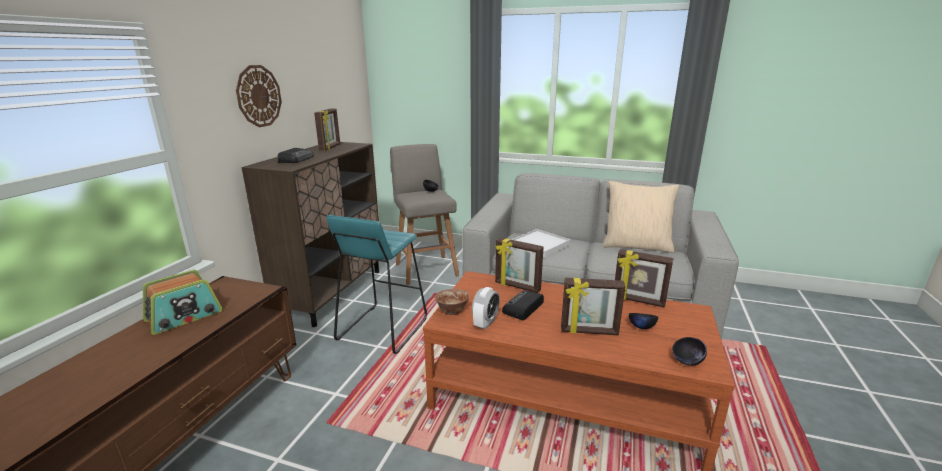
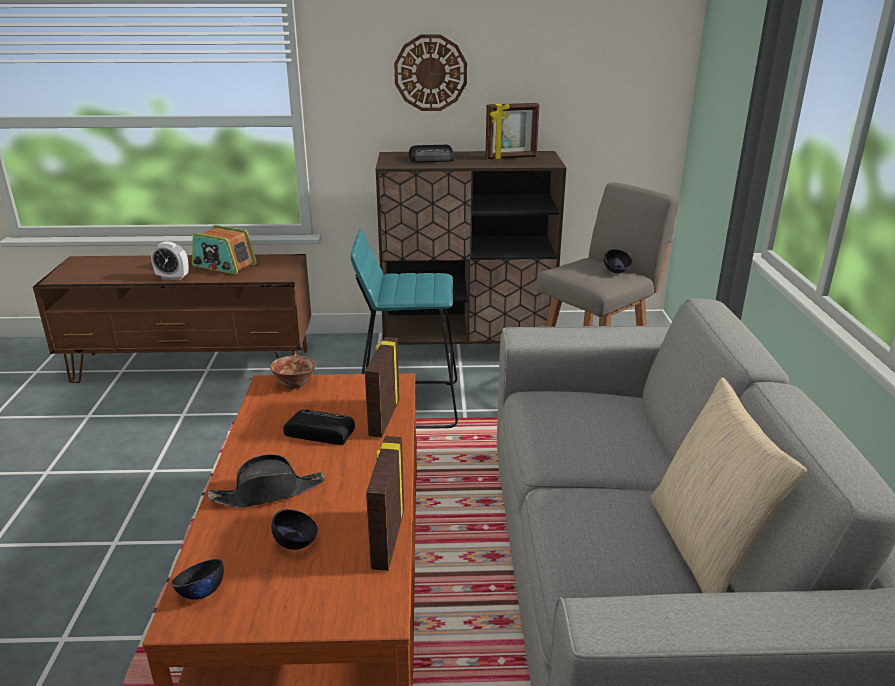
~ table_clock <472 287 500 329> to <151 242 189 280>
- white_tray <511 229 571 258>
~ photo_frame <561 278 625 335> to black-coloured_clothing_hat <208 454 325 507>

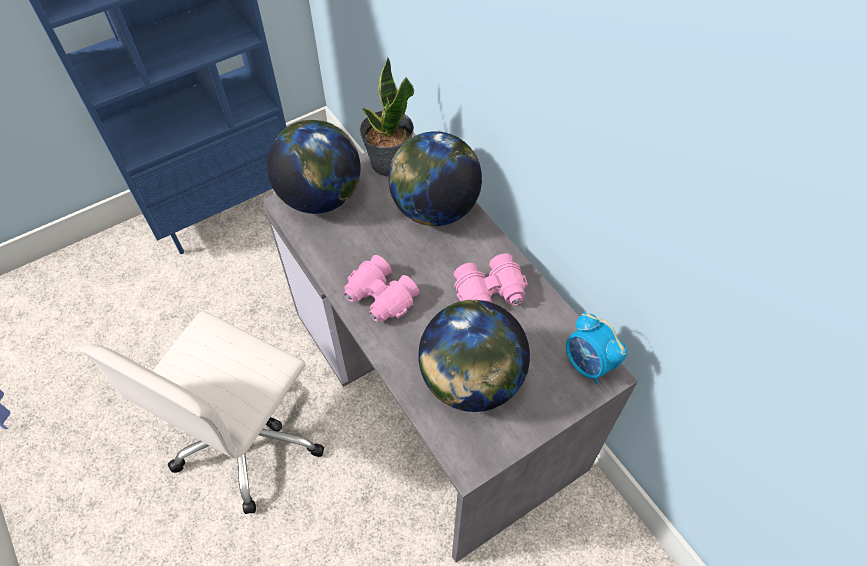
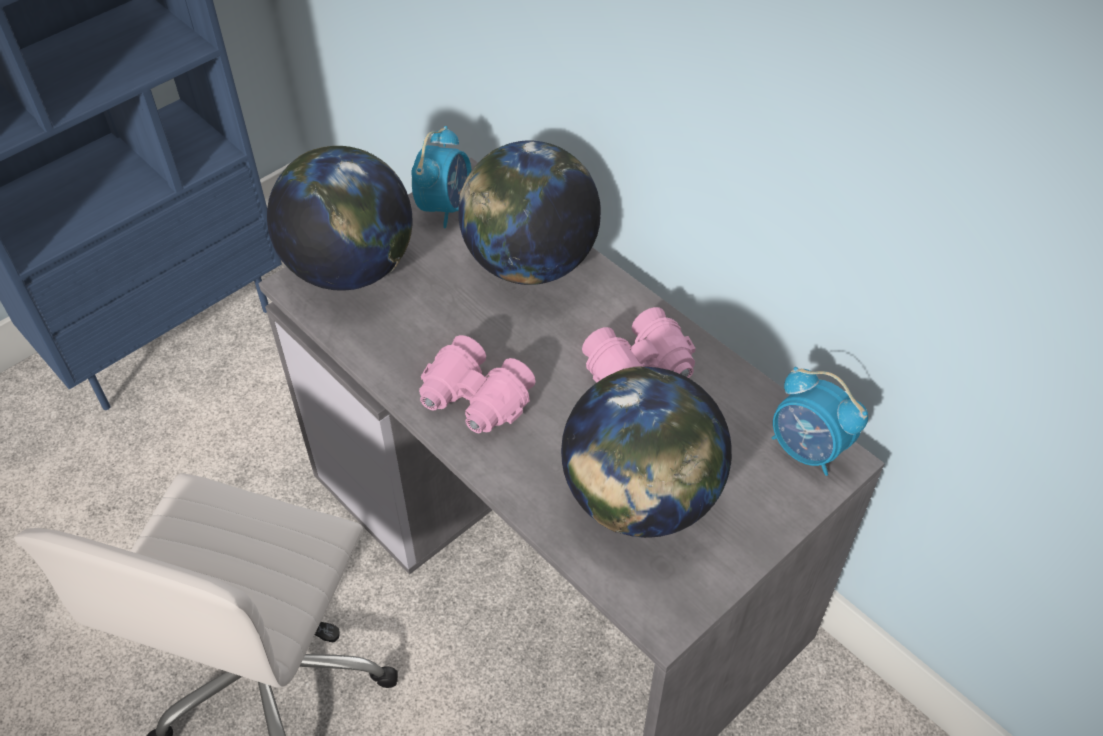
~ potted_plant <359 57 414 176> to table_clock <411 126 472 228>

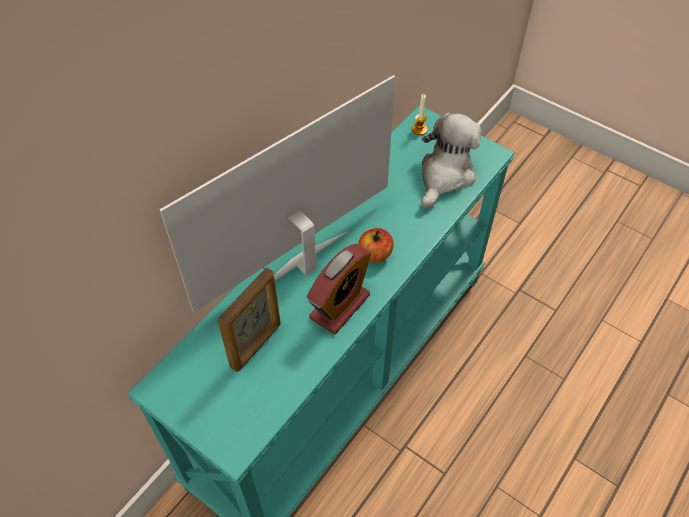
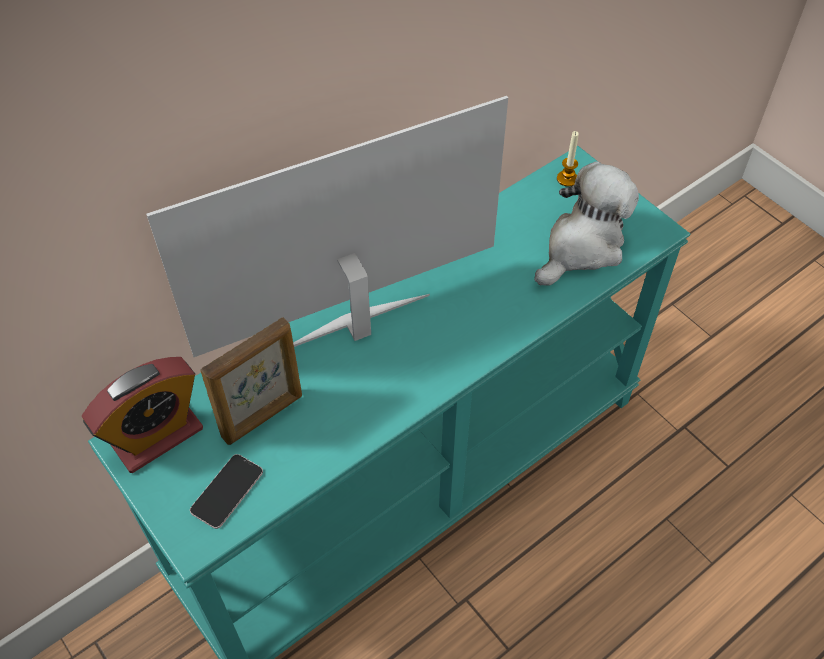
~ table_clock <307 244 371 334> to <82 357 203 473>
- whole_apple <358 228 394 263>
+ handset <190 454 263 529>

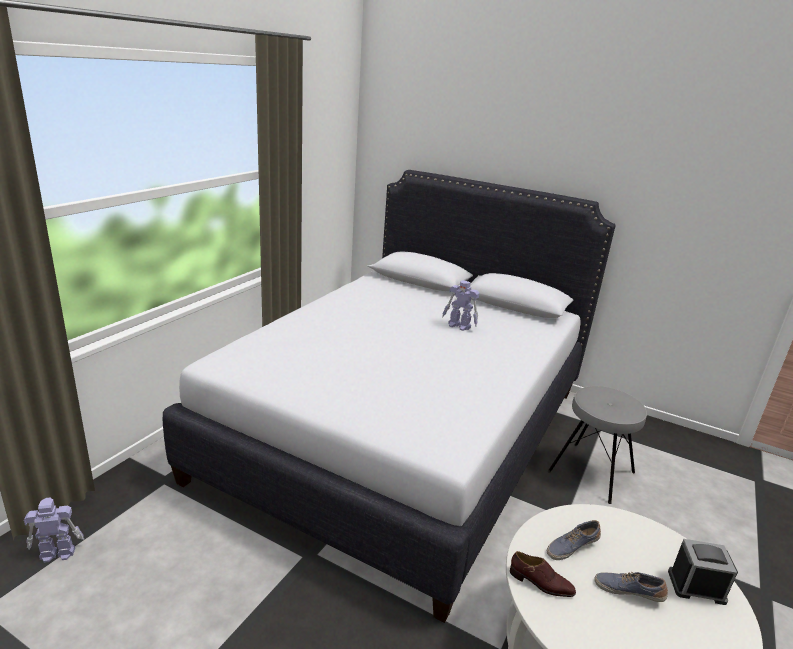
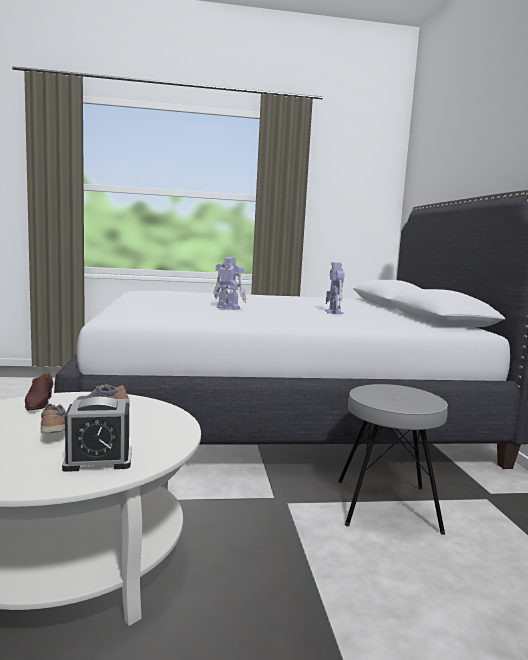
~ toy_robot <24 498 84 563> to <214 257 246 310>
~ table_clock <668 539 738 605> = <62 397 132 472> 105 degrees clockwise

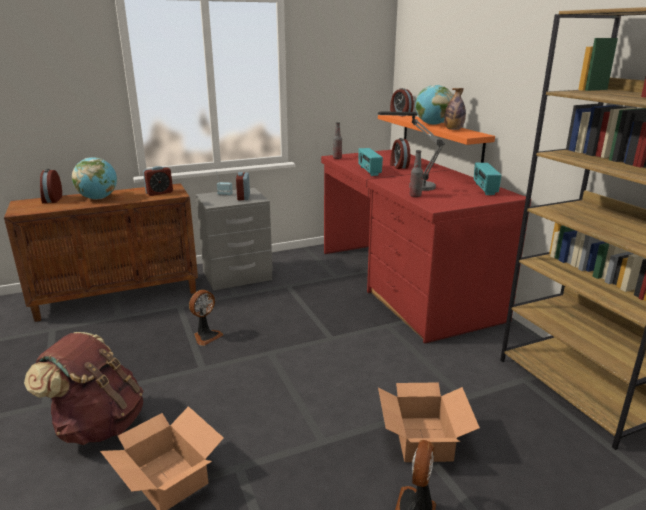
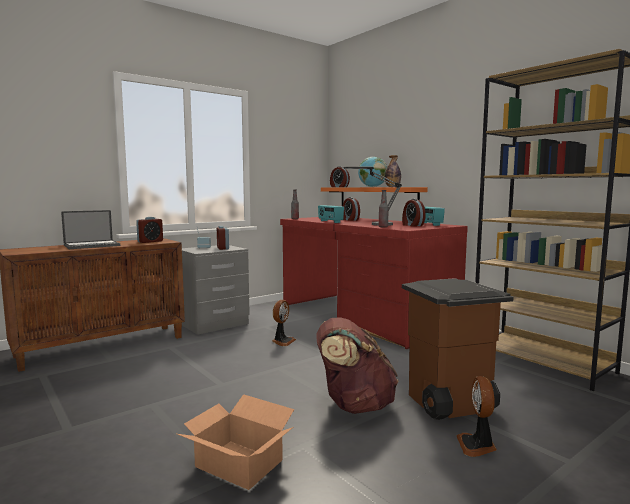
~ brownish_backpack <24 332 143 445> to <316 317 399 414>
~ table_clock <40 169 62 203> to <402 199 425 227>
~ world_globe <72 157 117 200> to laptop <61 210 120 249>
~ fan <189 290 223 346> to <272 300 296 346>
~ cardboard_box <378 382 480 462> to brownish_trash_can <402 278 514 420>

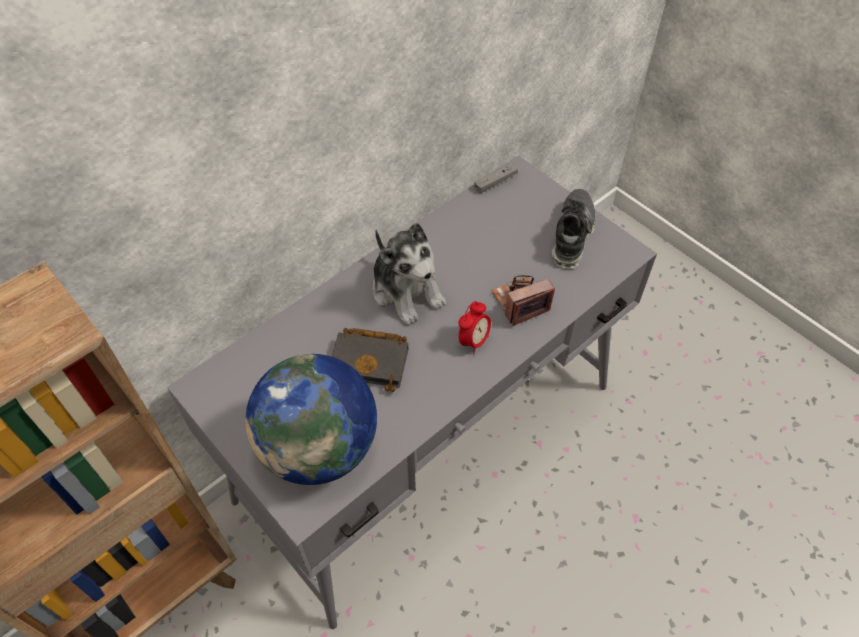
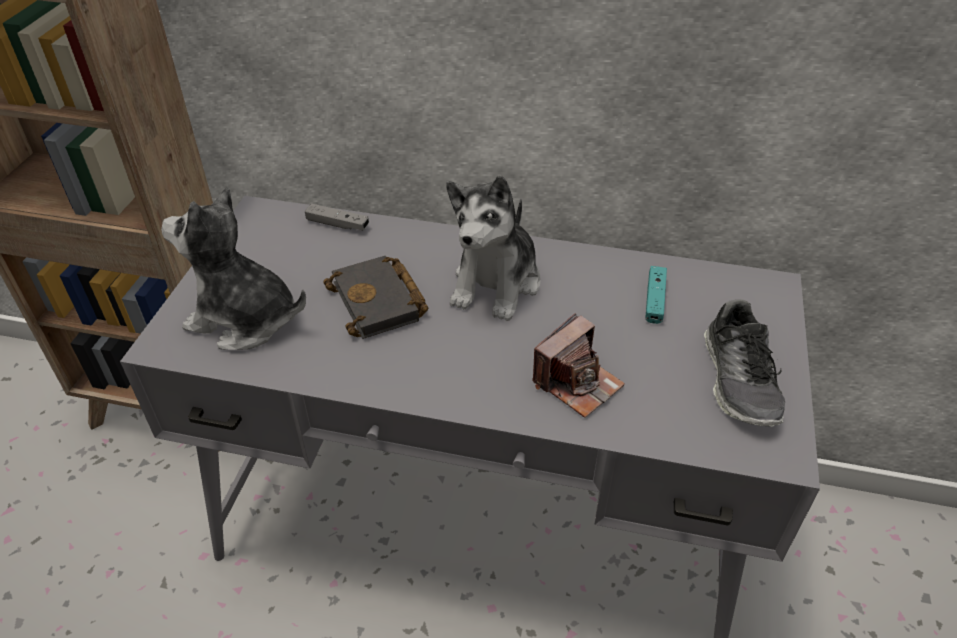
~ world_globe <246 354 377 485> to cuddly_toy <161 187 306 350>
- table_clock <458 301 491 354>
~ grey_joypad <474 163 518 193> to <305 204 369 231>
~ still_camera <492 275 555 326> = <532 313 625 418> 105 degrees clockwise
~ item_of_footwear <552 189 595 269> = <704 299 785 427> 105 degrees clockwise
+ turquoise-coloured_joypad <645 266 667 324>

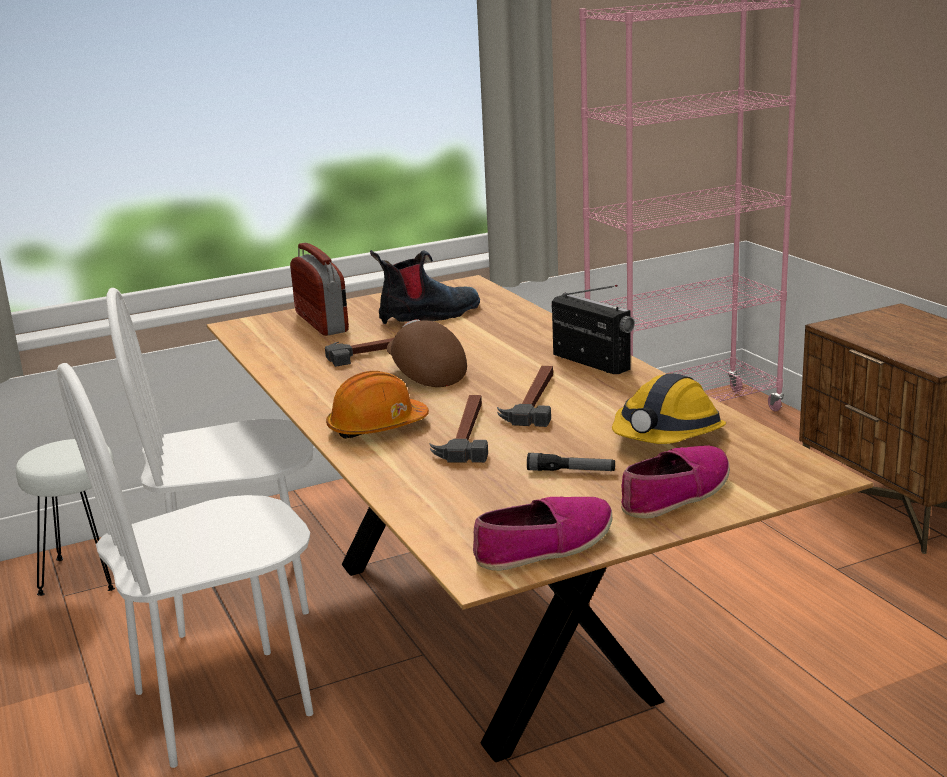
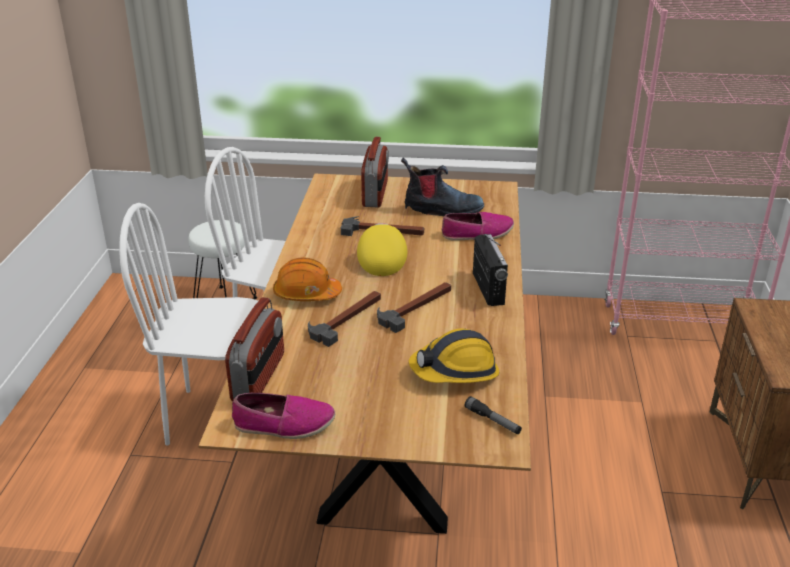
~ brownish_baseball_cap <387 319 467 387> to yellow_baseball_cap <357 223 407 276>
~ torch <527 453 615 471> to <465 396 522 434>
~ item_of_footwear <621 446 730 519> to <442 212 514 241>
+ radio_set <225 297 284 401>

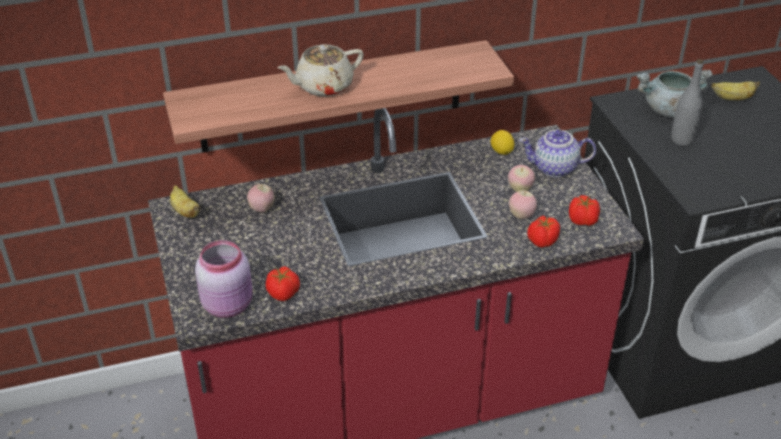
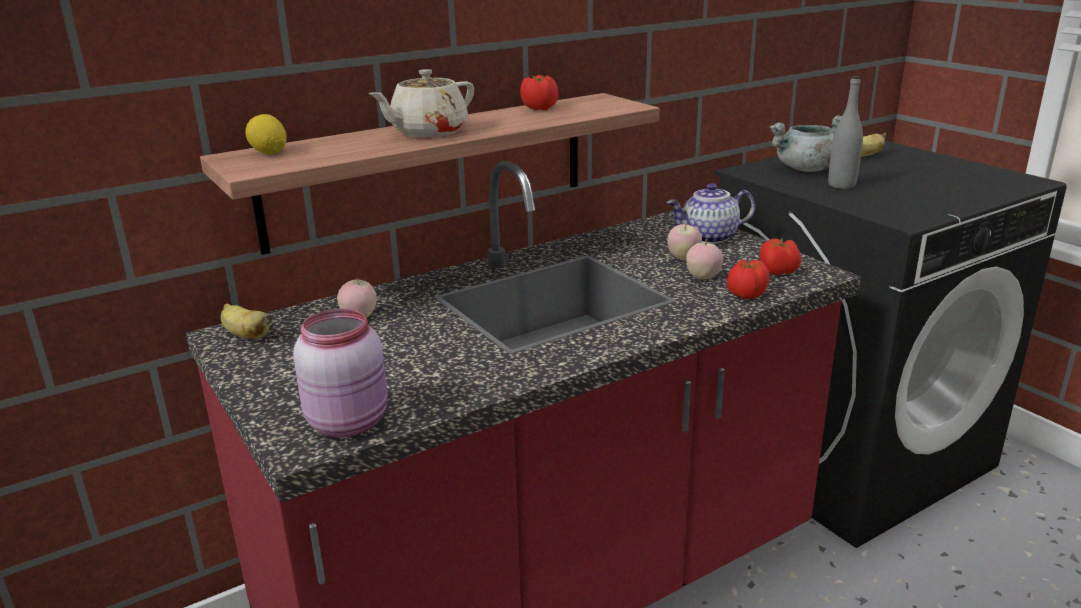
~ fresh_tomato <266 266 300 301> to <520 75 558 111>
~ whole_lemon <491 130 514 155> to <245 114 287 154>

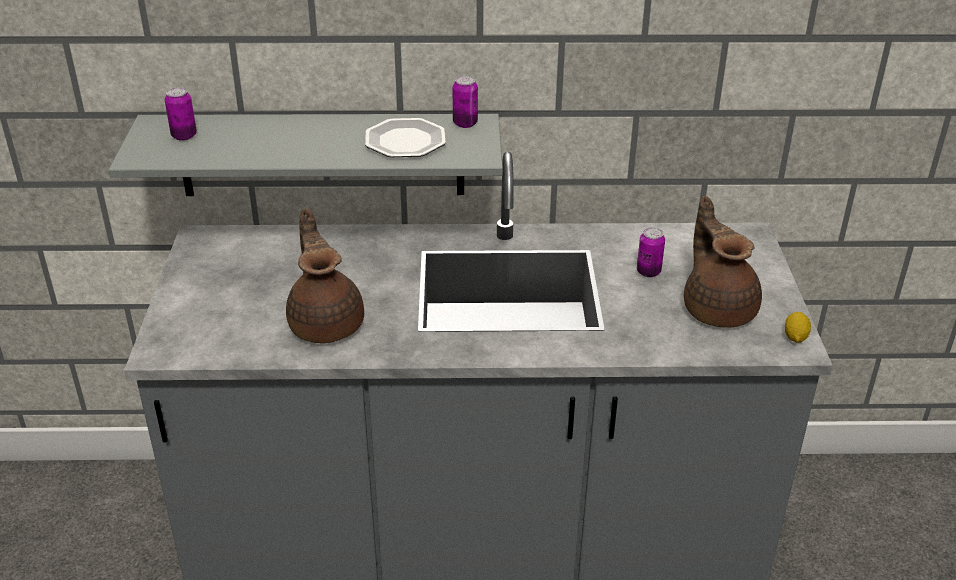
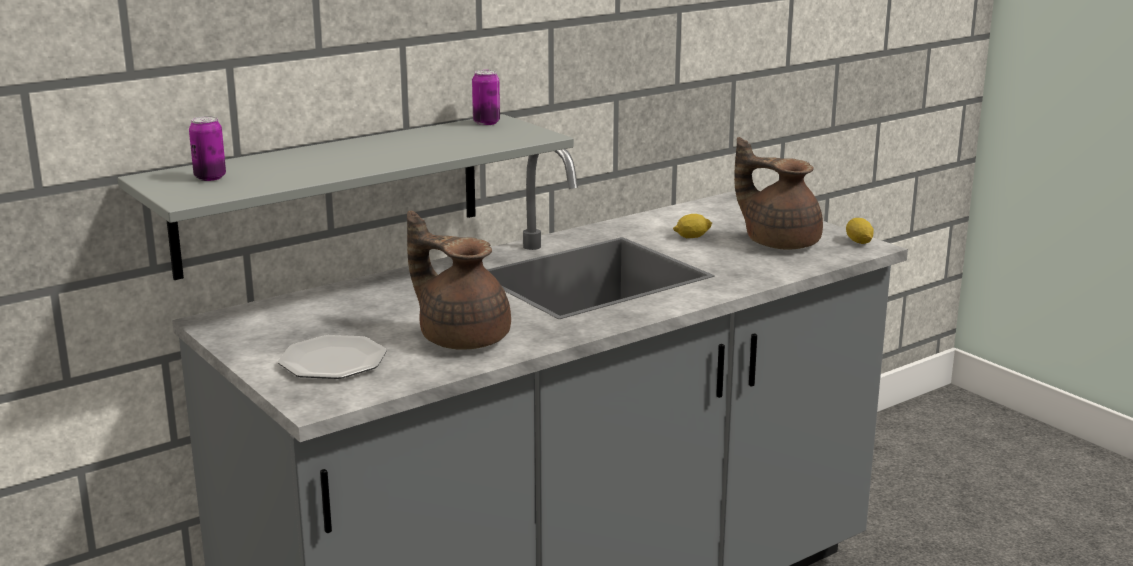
~ flat_dish <365 118 446 157> to <278 335 387 379>
~ metal_can <637 227 665 277> to whole_lemon <673 214 712 238>

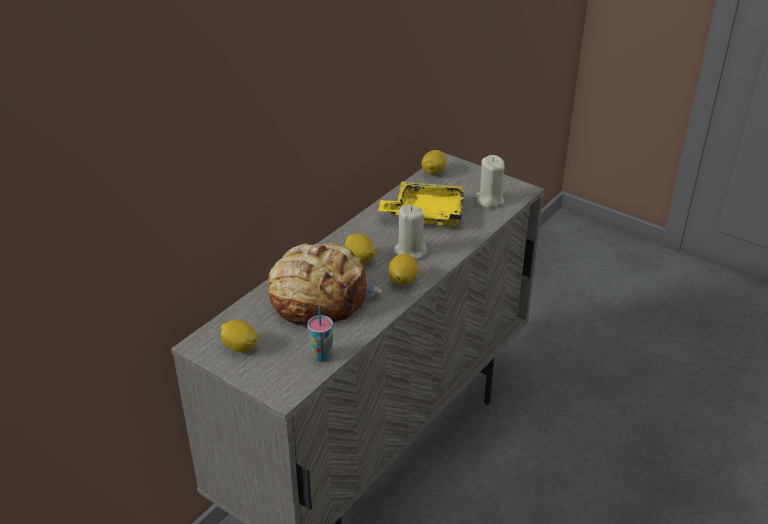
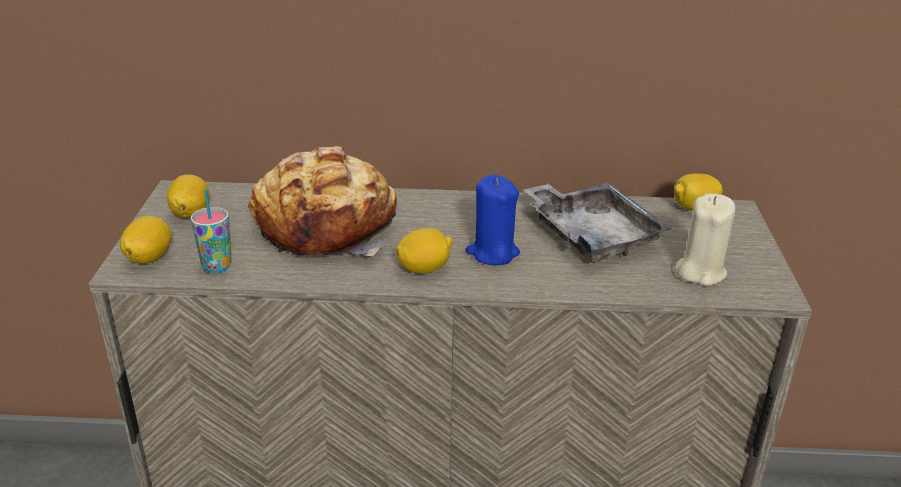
~ whole_lemon <345 233 375 263> to <120 216 172 264>
~ yellow_tray <378 182 464 226> to grey_tray <522 182 671 263>
~ beige_wax_light <394 205 427 260> to bluish_wax_light <465 175 520 265>

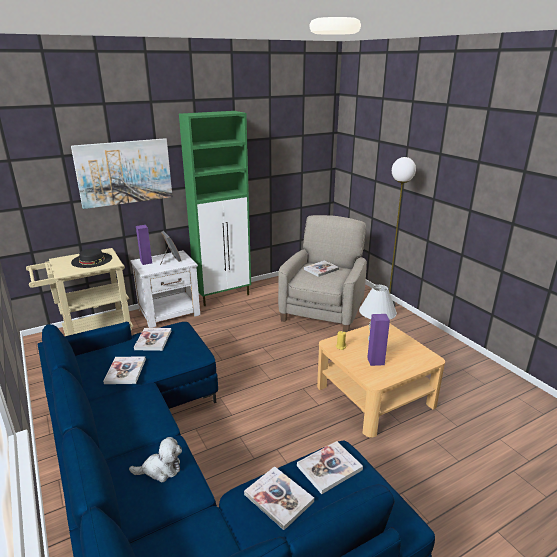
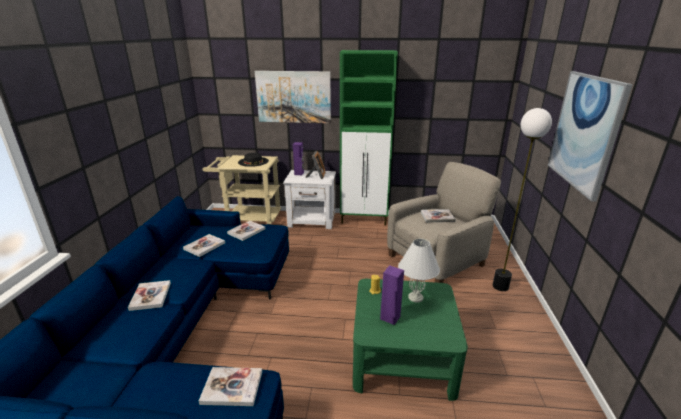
- cuddly_toy <129 437 182 482>
~ volume <244 466 314 530> to <128 280 171 311>
~ beige_low_table <317 324 445 438> to green-coloured_low_table <353 279 468 401>
+ wall_picture <548 71 633 202>

